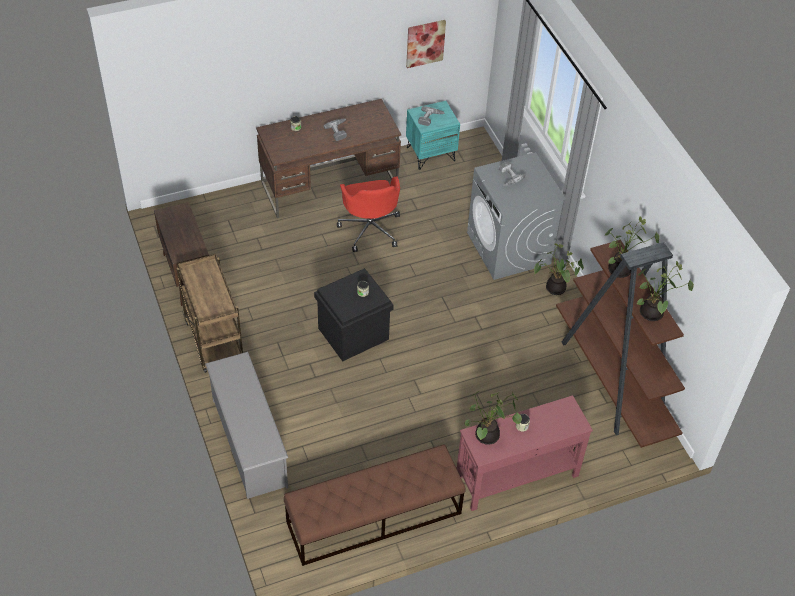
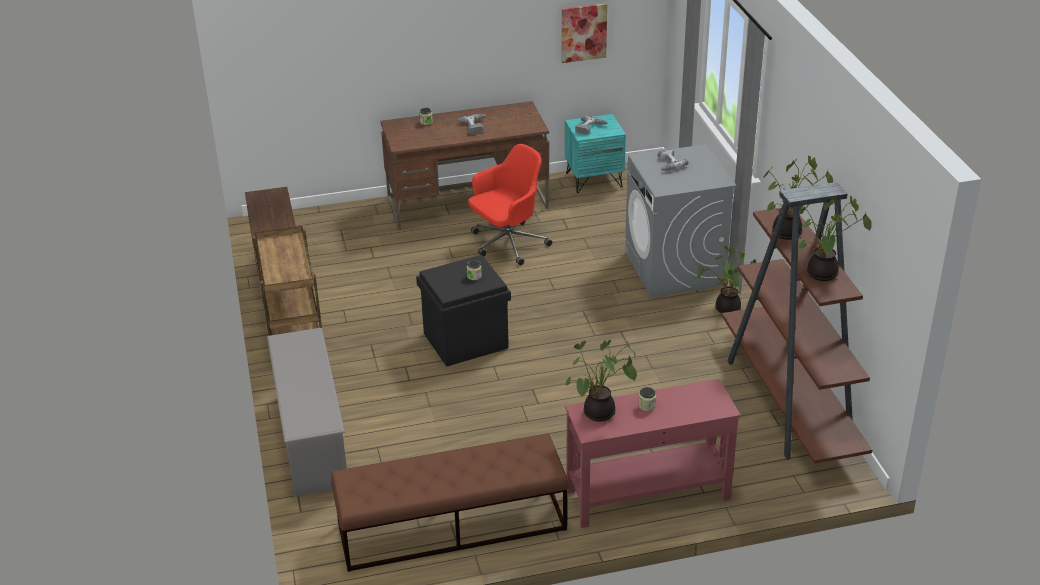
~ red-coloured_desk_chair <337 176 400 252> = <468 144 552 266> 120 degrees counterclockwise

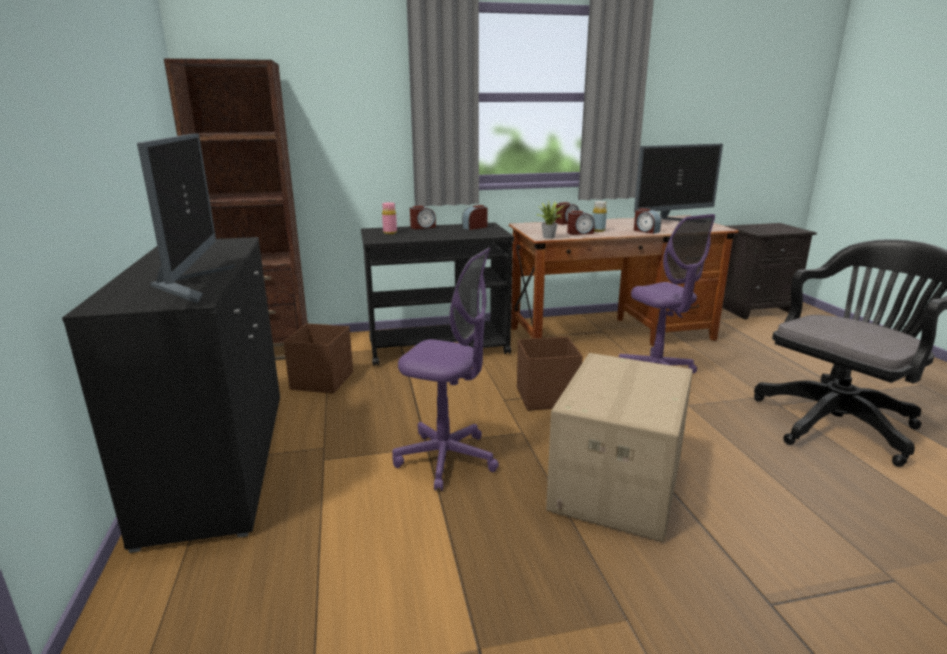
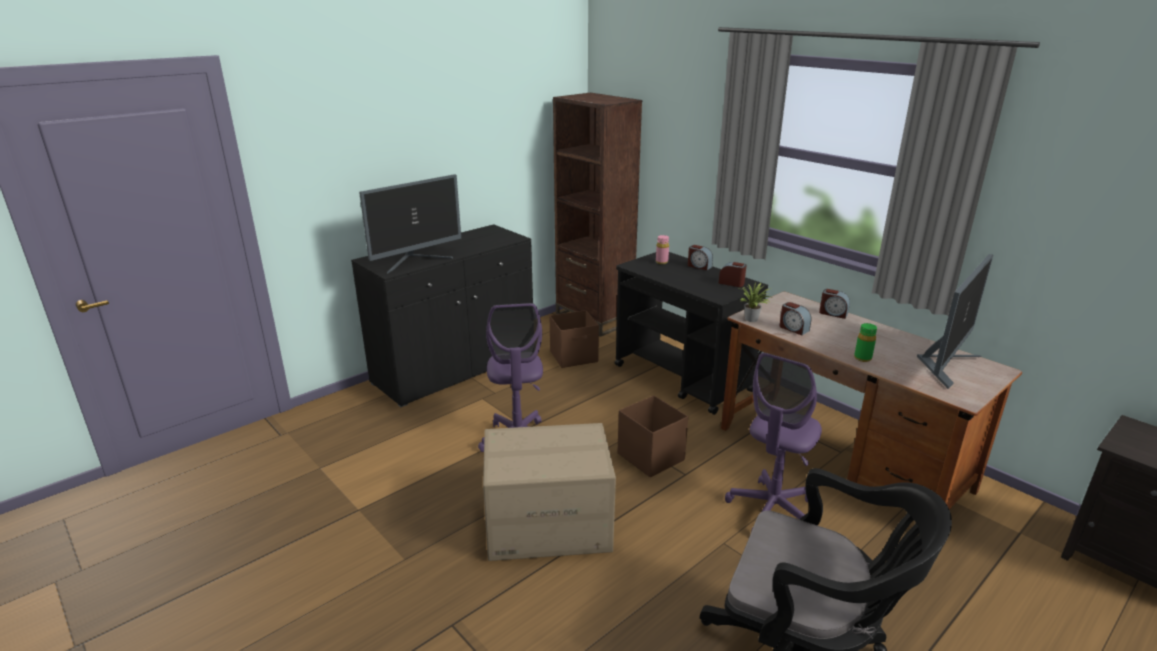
- yellow_beverage_bottle <593 201 607 232>
~ computer_screen <634 144 723 221> = <917 254 993 389> 90 degrees counterclockwise
~ table_clock <634 208 661 234> to green-coloured_beverage_bottle <854 323 877 362>

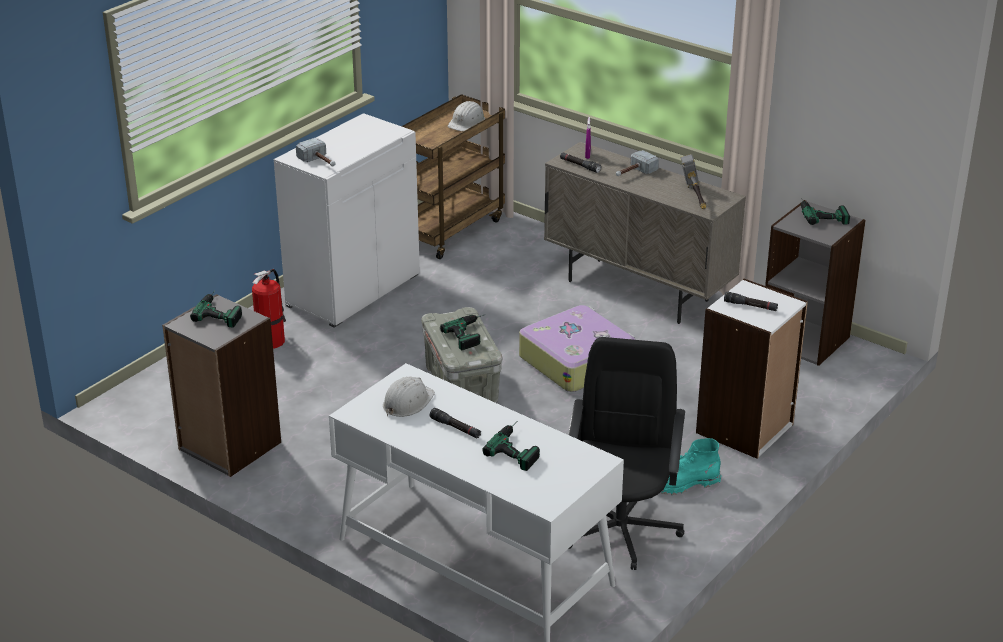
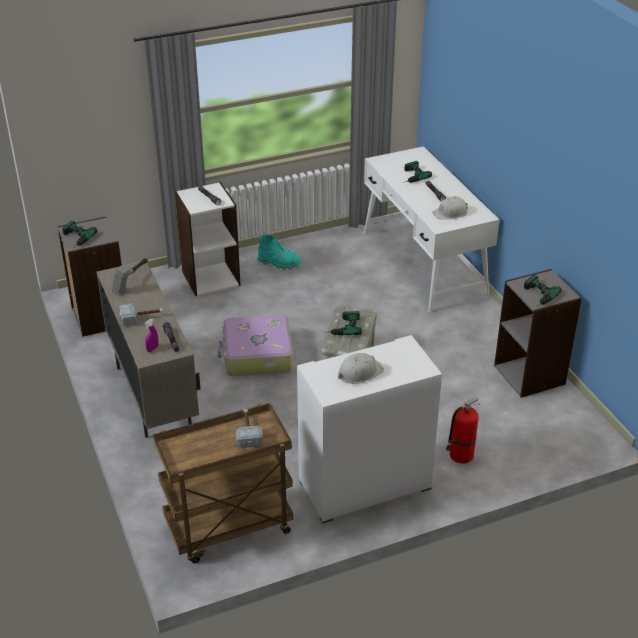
~ tool_hammer <296 138 336 167> to <236 409 263 448>
~ white_hard_hat <448 101 485 131> to <338 353 384 384>
- black-coloured_desk_chair <568 337 685 570>

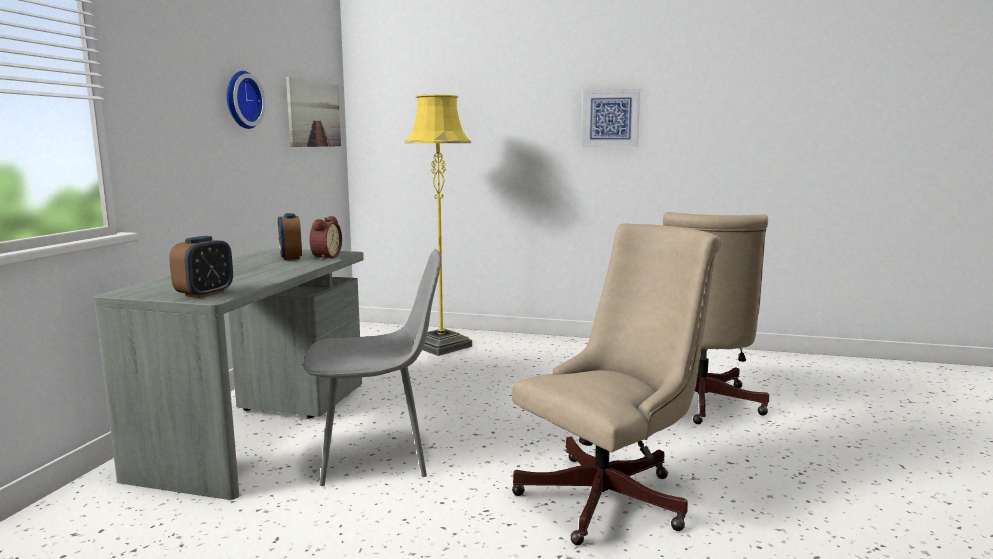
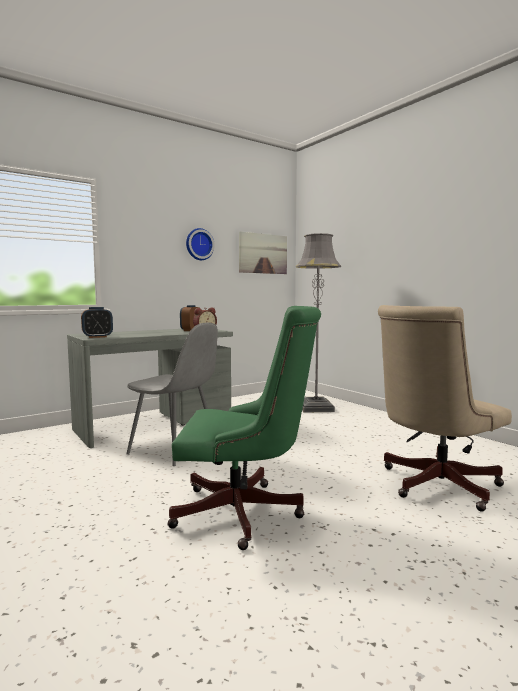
~ yellow_floor_lamp <405 95 472 356> to grey_floor_lamp <296 233 341 413>
~ beige_desk_chair <512 223 721 545> to green-coloured_desk_chair <167 306 321 550>
- wall_picture <582 89 640 147>

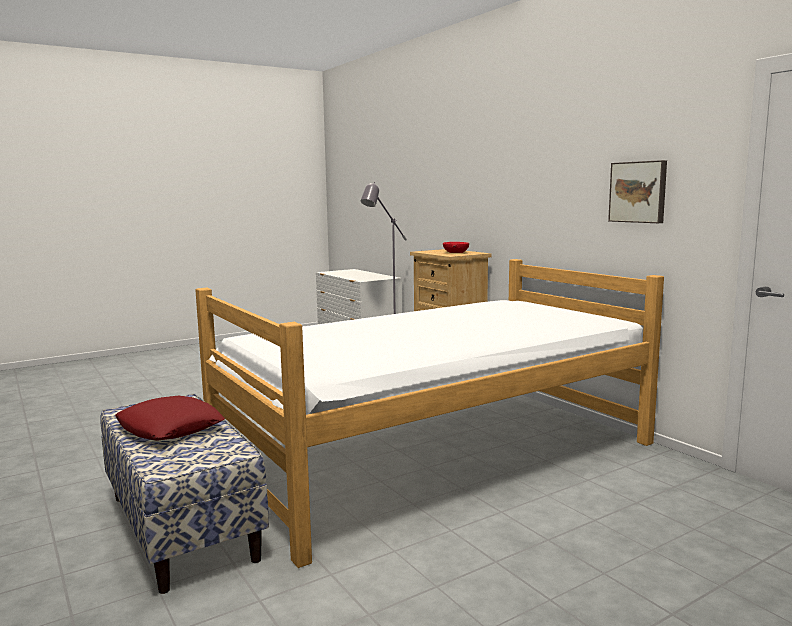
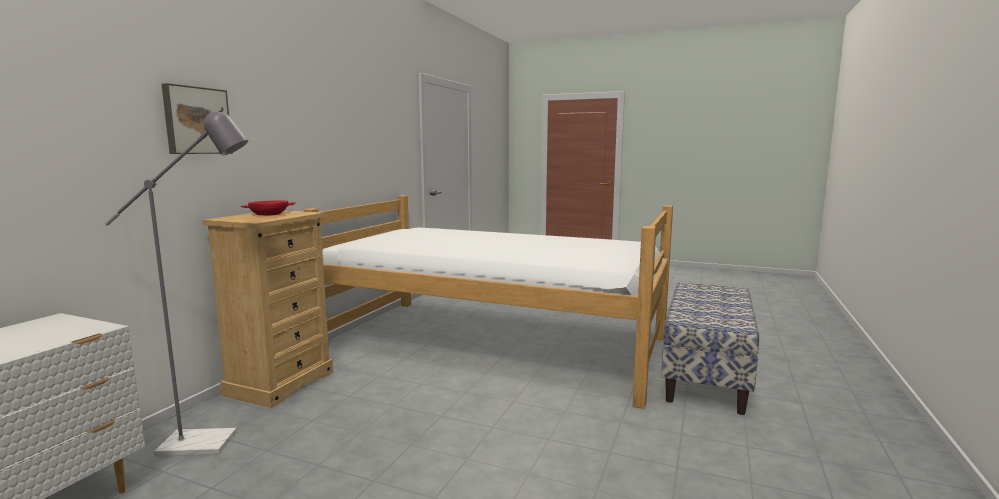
- red-coloured_cushion <115 396 225 440>
~ wall_picture <608 160 667 223> to <162 83 233 154>

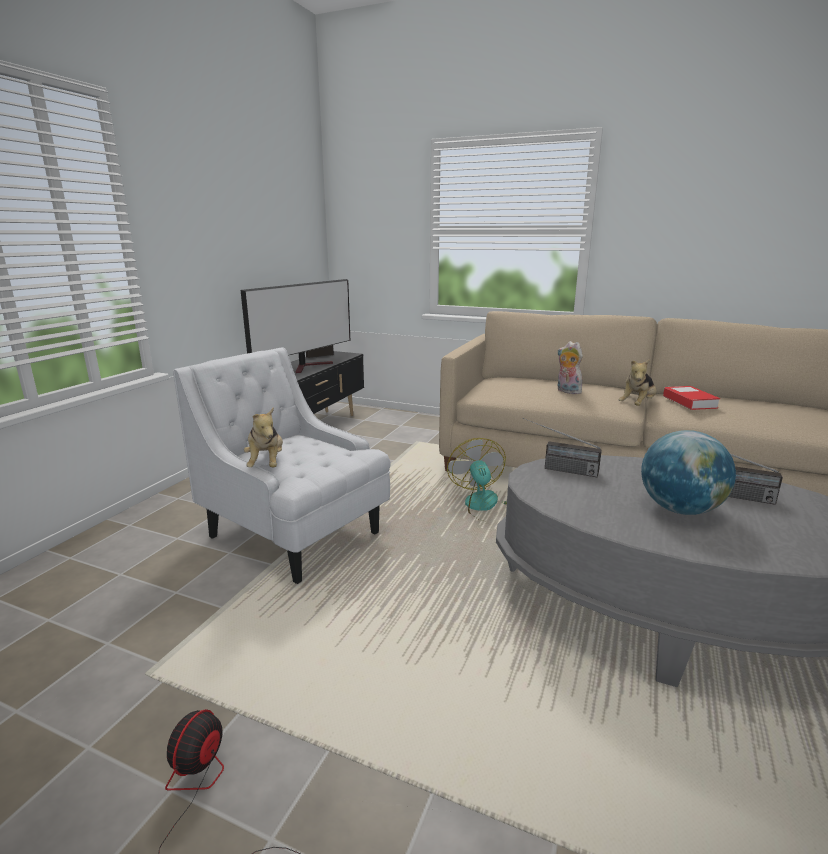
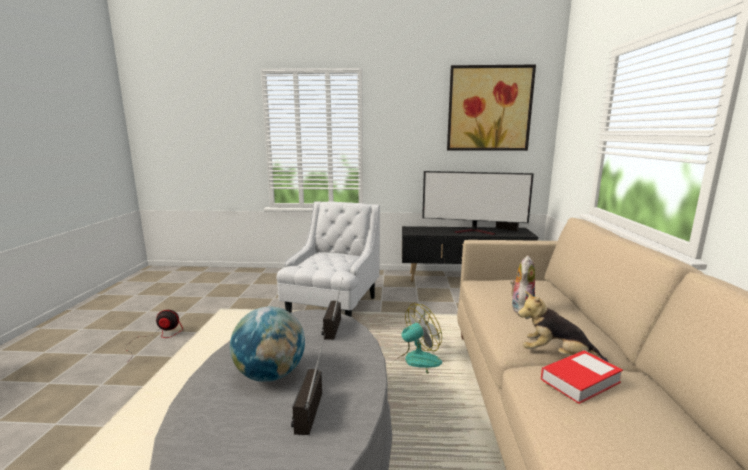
- cuddly_toy <244 407 283 467>
+ wall_picture <447 65 536 151>

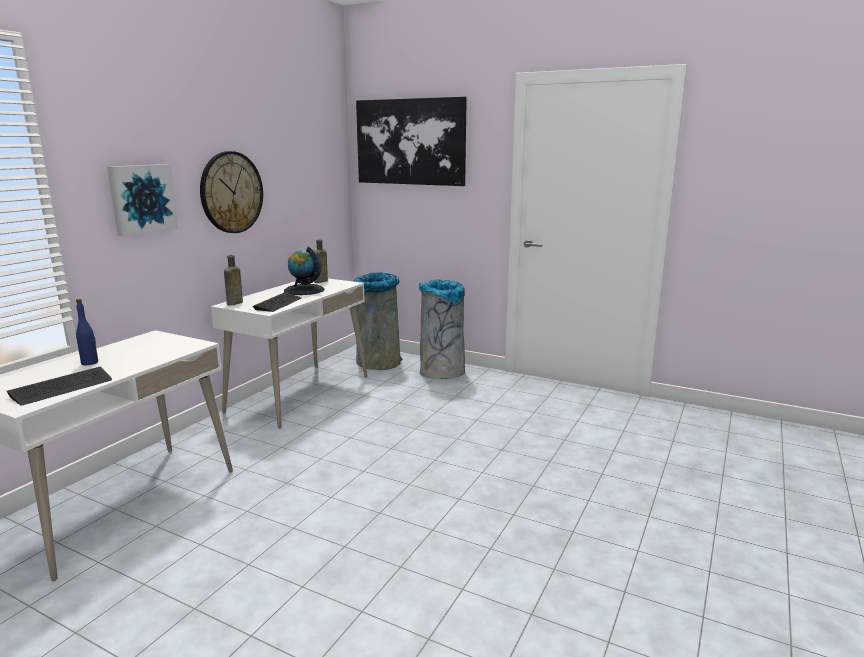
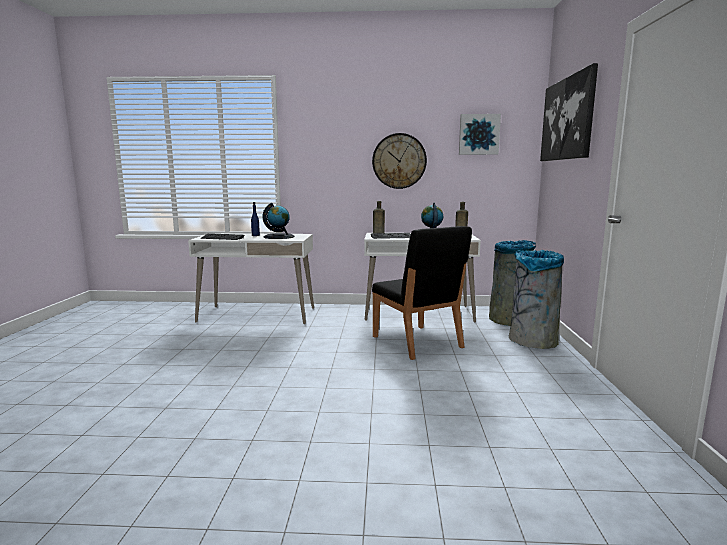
~ wall_picture <107 164 178 236> to <459 114 501 155>
+ world_globe <263 203 295 239>
+ black-coloured_plain_chair <372 226 472 360>

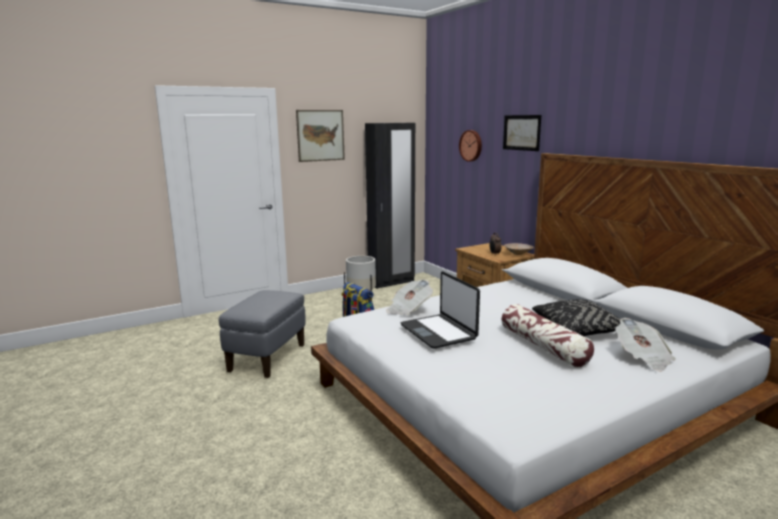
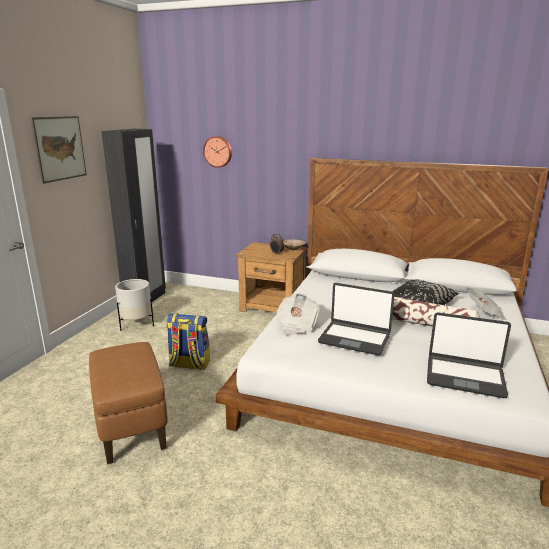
~ grey_footrest <219 290 306 378> to brownish_footrest <89 342 168 464>
- wall_picture <503 115 541 151>
+ laptop <427 312 511 398>

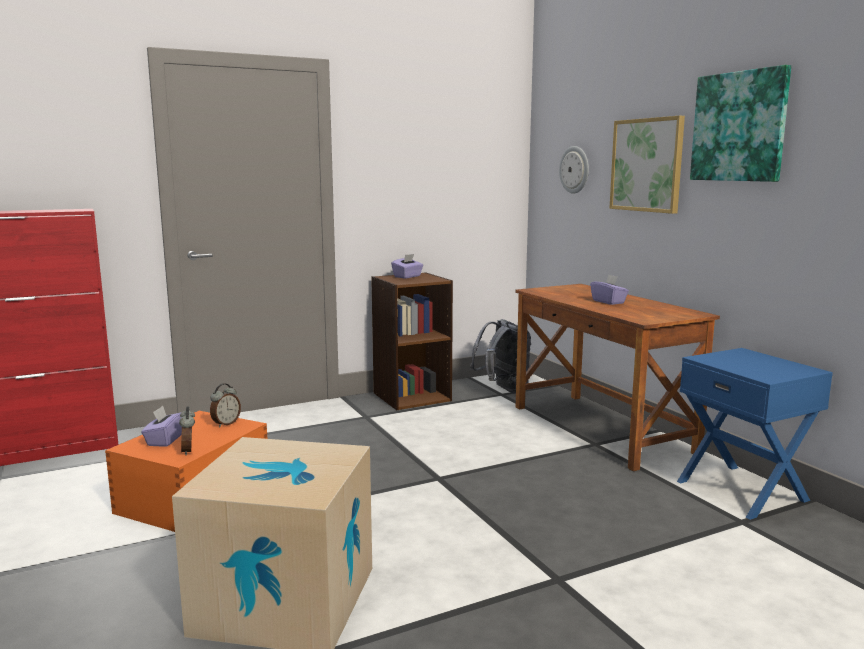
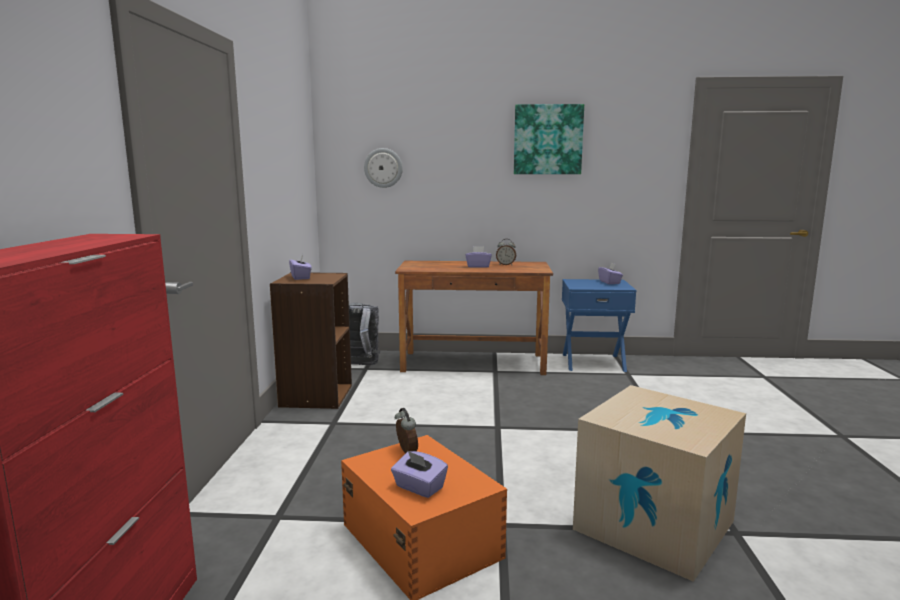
~ table_clock <179 406 195 455> to <496 239 516 265>
- wall_picture <609 116 685 214>
+ purple-coloured_box_of_tissues <598 262 623 284>

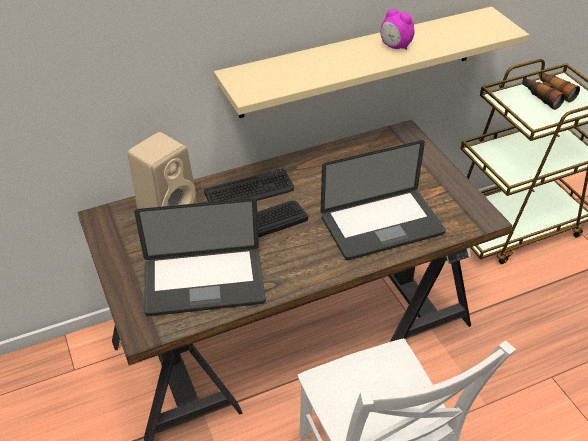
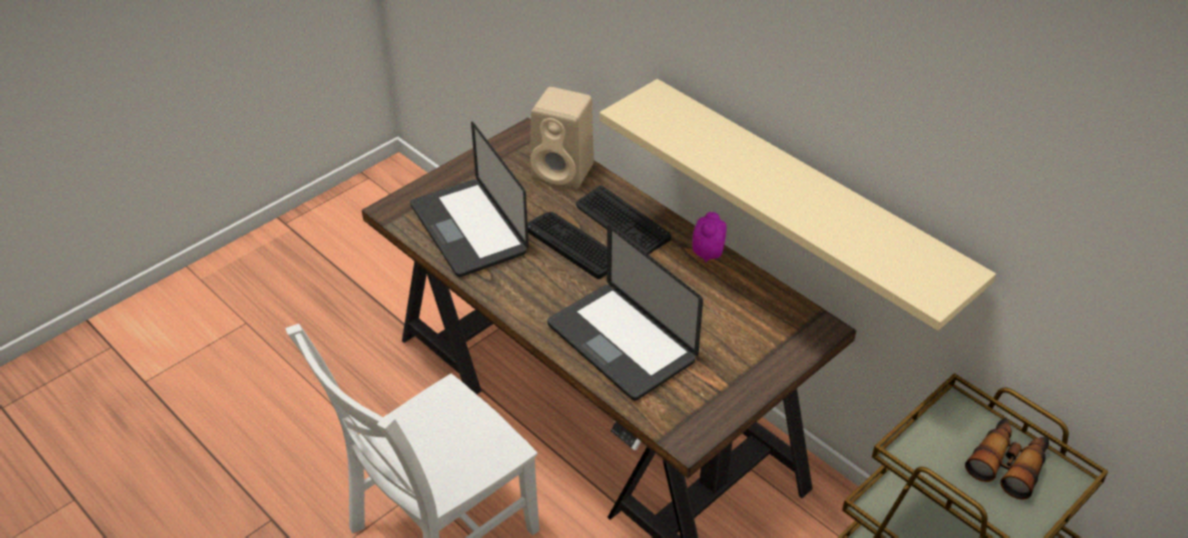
~ table_clock <381 9 415 50> to <692 212 727 262>

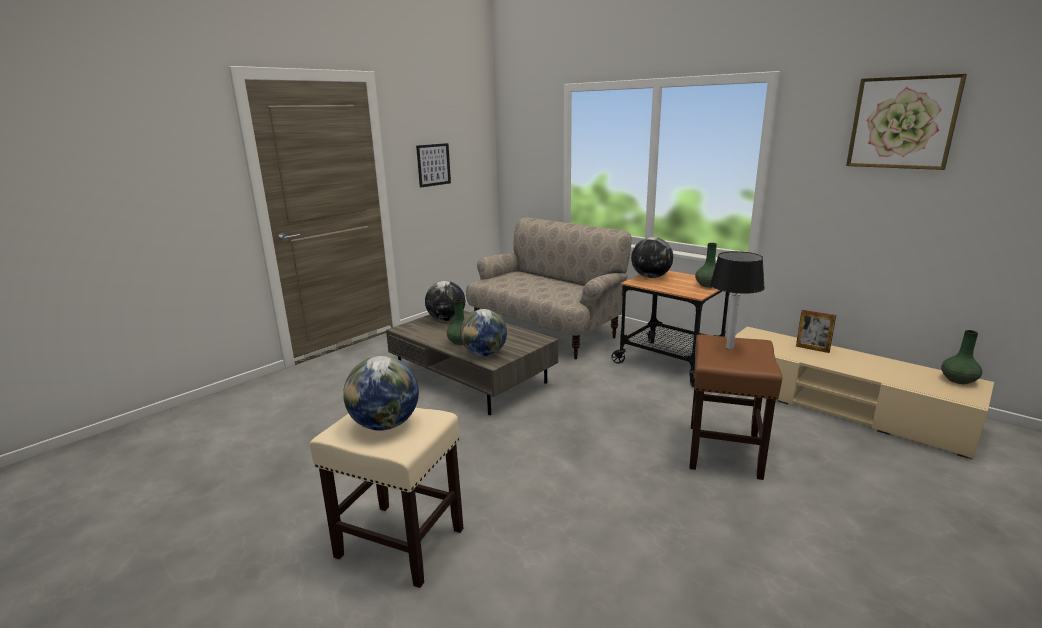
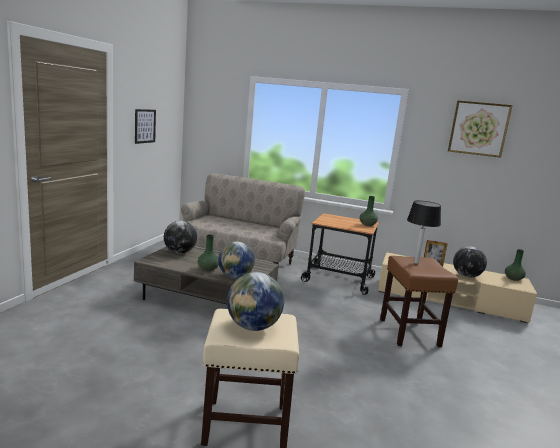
~ world_globe <631 237 673 278> to <453 246 487 278>

